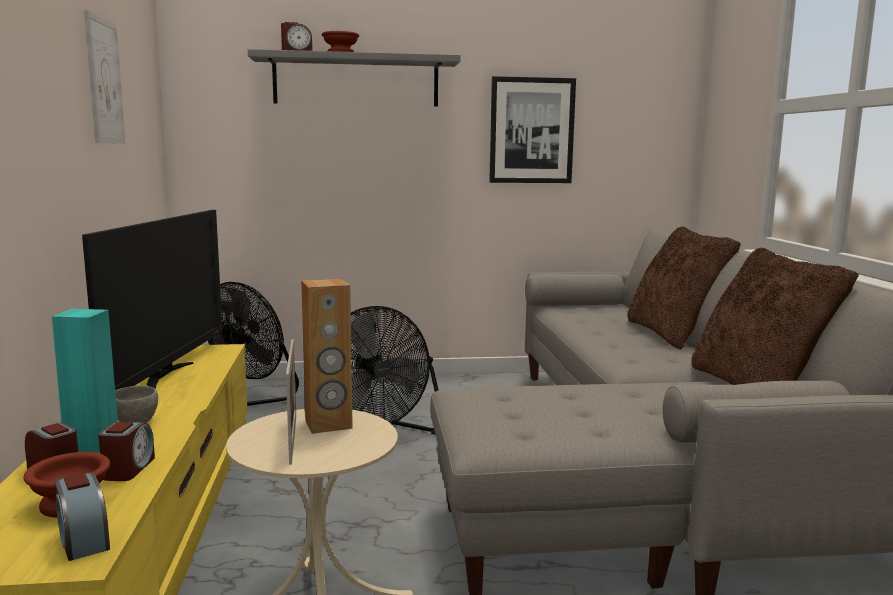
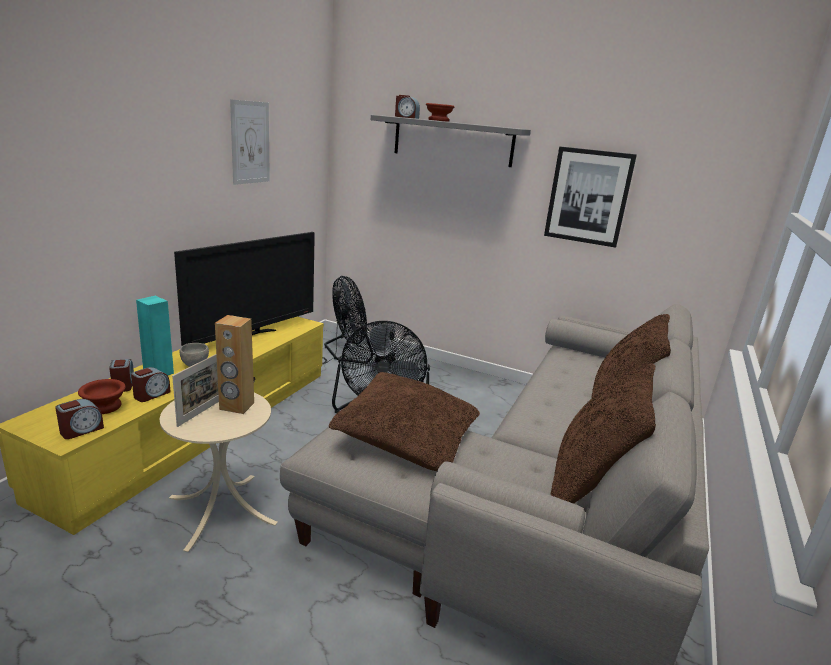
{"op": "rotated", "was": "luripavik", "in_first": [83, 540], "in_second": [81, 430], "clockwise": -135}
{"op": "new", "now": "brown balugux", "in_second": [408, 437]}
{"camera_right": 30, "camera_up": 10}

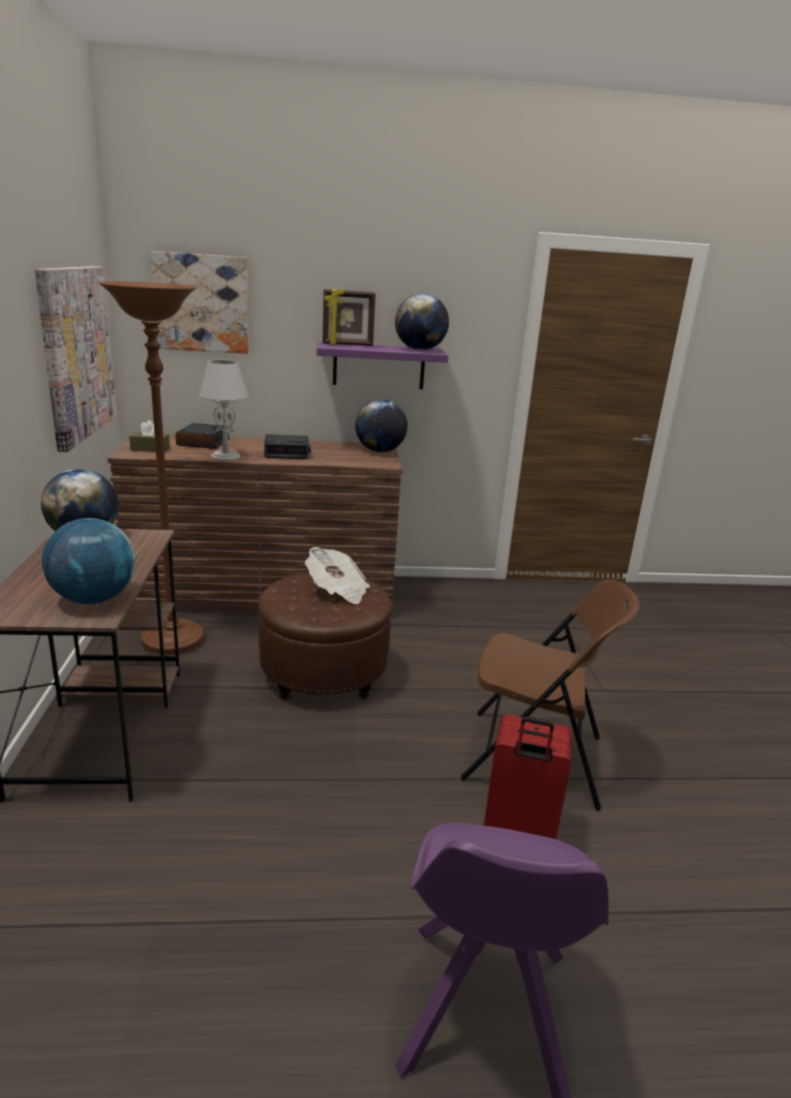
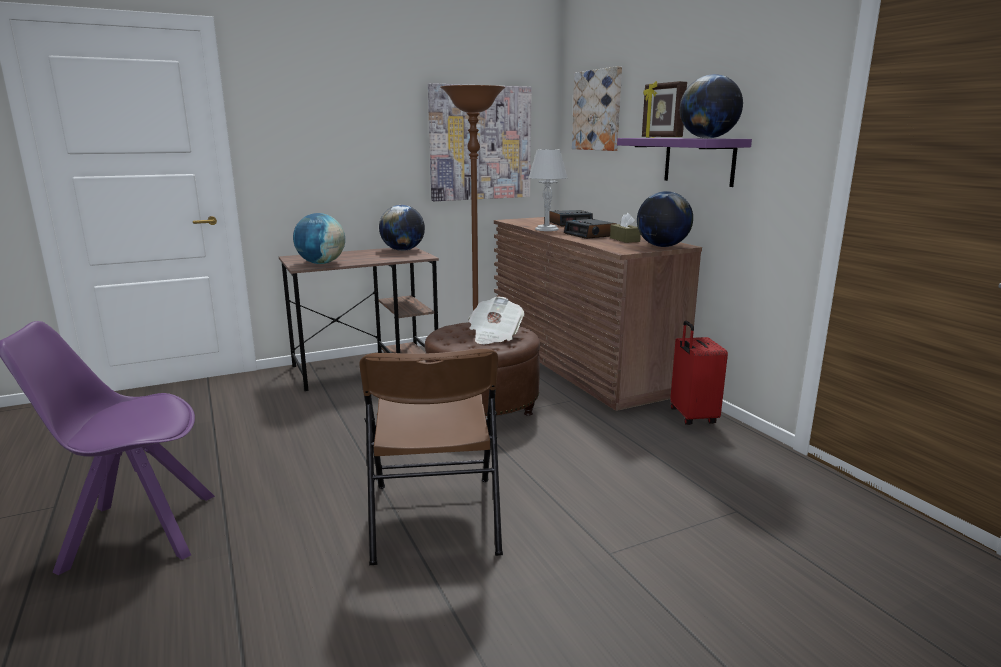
{"op": "shifted", "was": "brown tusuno", "in_first": [150, 449], "in_second": [624, 240]}
{"op": "shifted", "was": "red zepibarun", "in_first": [517, 830], "in_second": [691, 417]}
{"camera_right": 70, "camera_up": -5}

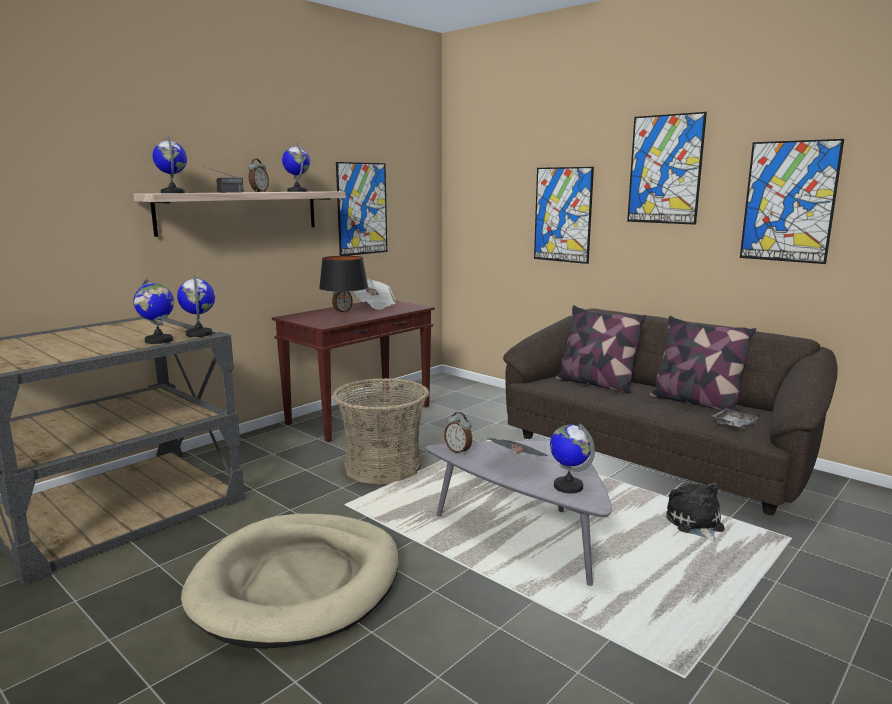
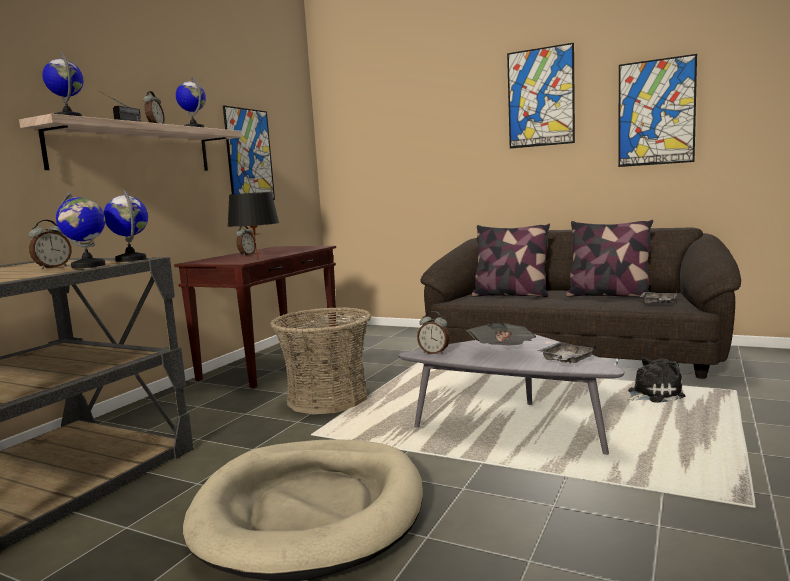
{"op": "gone", "was": "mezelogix", "in_first": [374, 305]}
{"op": "gone", "was": "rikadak", "in_first": [562, 215]}
{"op": "swapped", "was": "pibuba", "now": "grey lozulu", "in_first": [568, 486], "in_second": [566, 361]}
{"op": "rotated", "was": "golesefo", "in_first": [695, 524], "in_second": [652, 394], "clockwise": 90}
{"op": "new", "now": "luripavik", "in_second": [53, 267]}
{"camera_right": -15, "camera_up": -5}

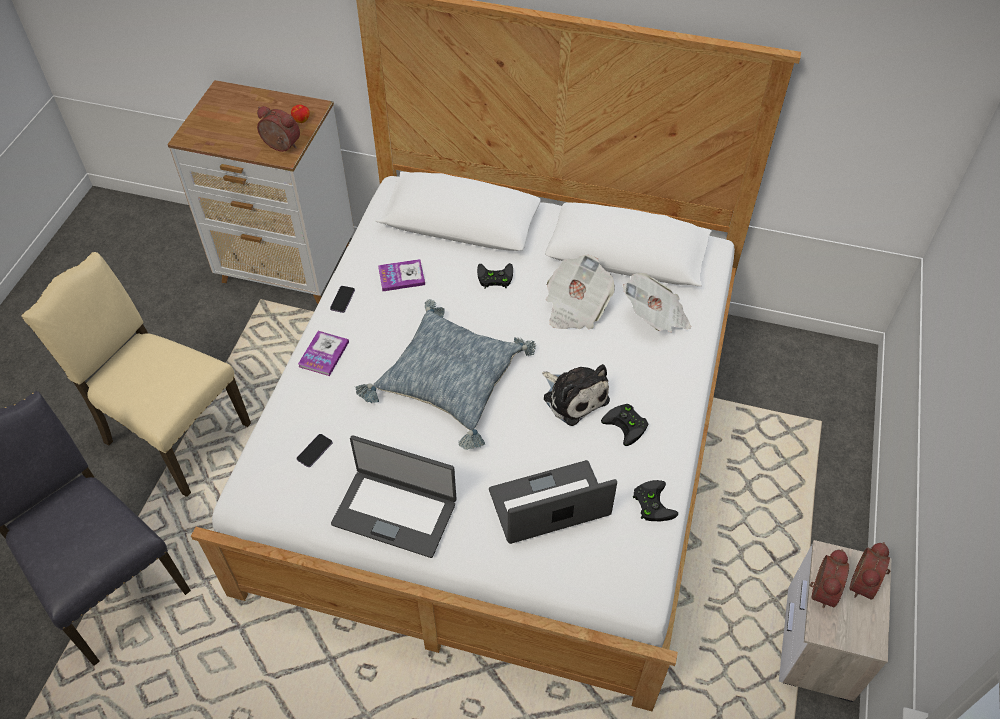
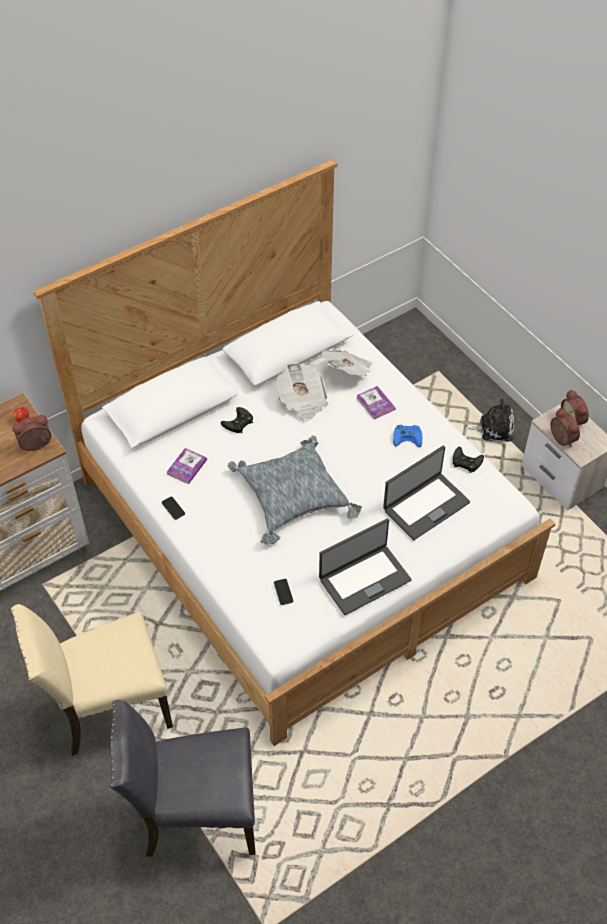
{"op": "shifted", "was": "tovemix", "in_first": [324, 354], "in_second": [375, 403]}
{"op": "rotated", "was": "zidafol", "in_first": [550, 504], "in_second": [425, 505], "clockwise": -150}
{"op": "shifted", "was": "golesefo", "in_first": [573, 397], "in_second": [493, 428]}
{"op": "repainted", "was": "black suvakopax", "now": "blue suvakopax", "in_first": [627, 425], "in_second": [408, 436]}
{"camera_right": -50, "camera_up": 0}

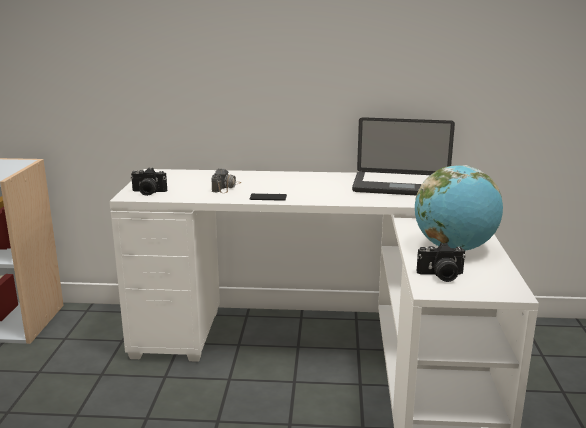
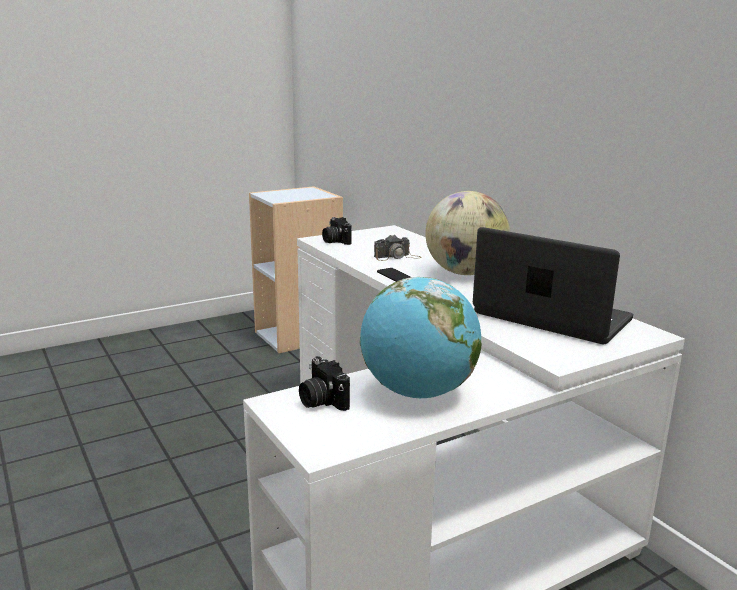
{"op": "rotated", "was": "zidafol", "in_first": [402, 186], "in_second": [551, 317], "clockwise": 150}
{"op": "new", "now": "pibuba", "in_second": [465, 273]}
{"camera_right": 55, "camera_up": 0}

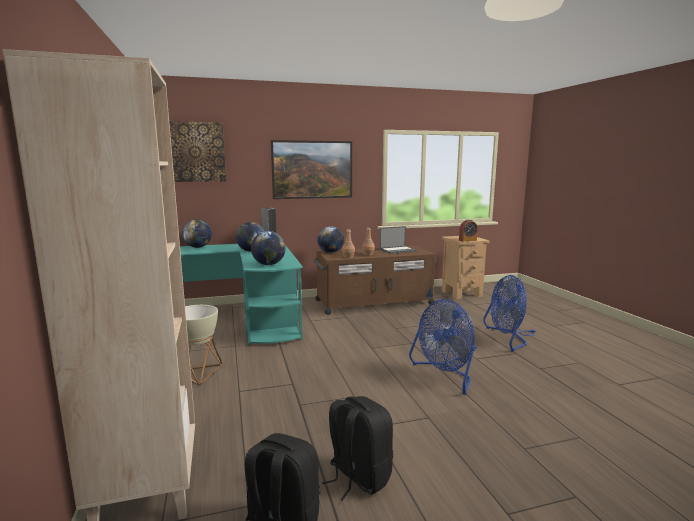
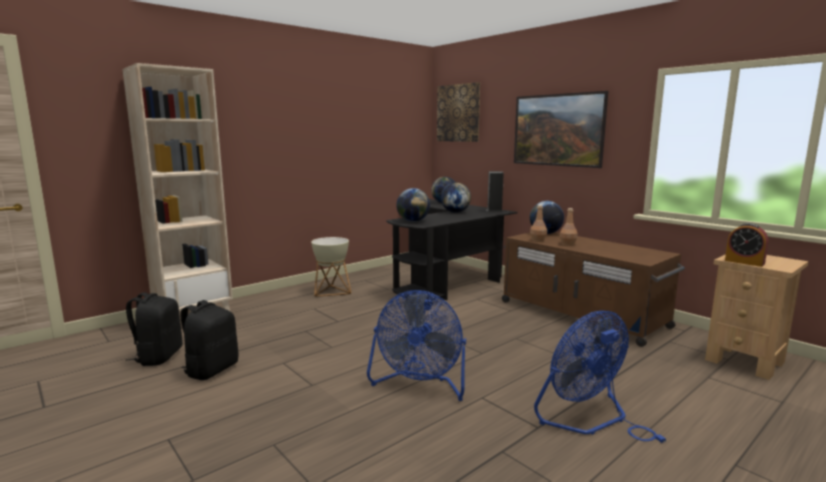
{"op": "repainted", "was": "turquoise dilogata", "now": "black dilogata", "in_first": [246, 318], "in_second": [447, 278]}
{"op": "gone", "was": "zidafol", "in_first": [398, 250]}
{"op": "rotated", "was": "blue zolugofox", "in_first": [446, 373], "in_second": [418, 382], "clockwise": -105}
{"camera_right": 65, "camera_up": 0}

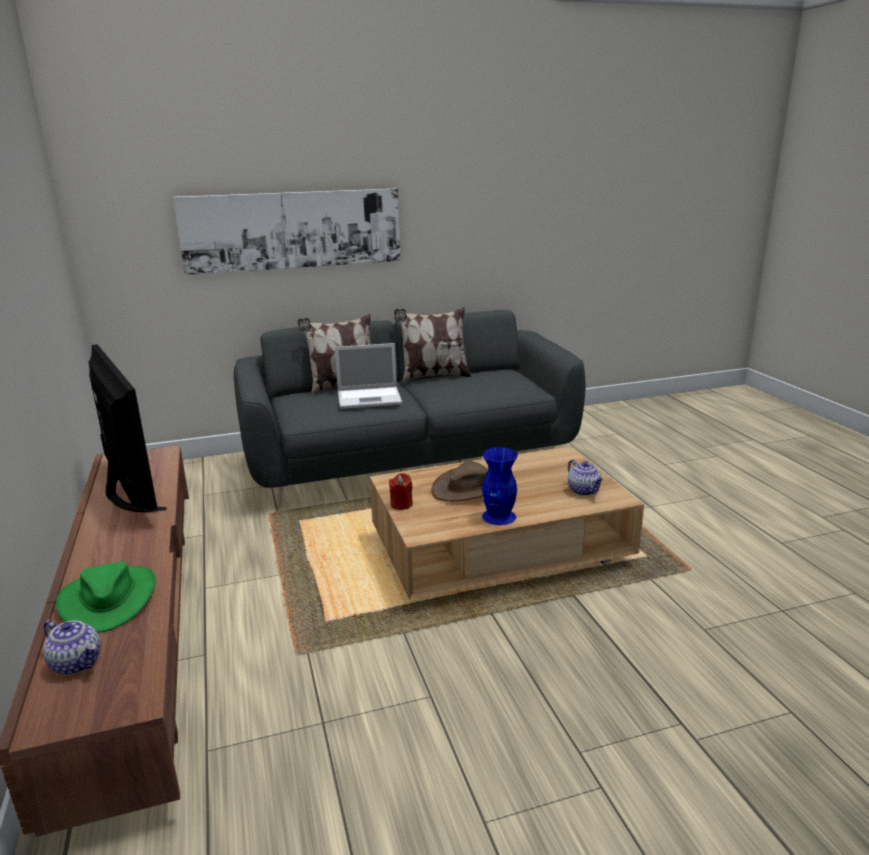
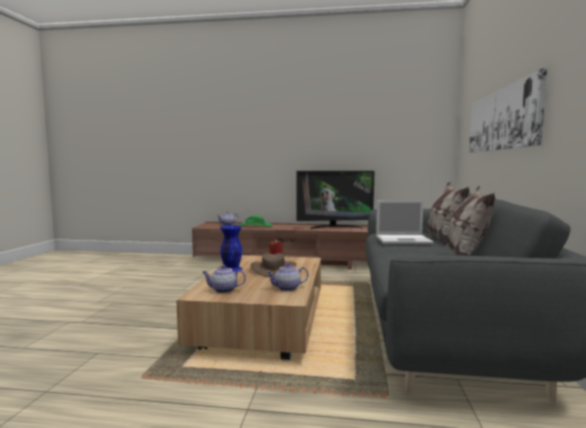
{"op": "rotated", "was": "zidafol", "in_first": [370, 398], "in_second": [404, 240], "clockwise": -105}
{"op": "new", "now": "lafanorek", "in_second": [287, 288]}
{"camera_right": 115, "camera_up": -15}

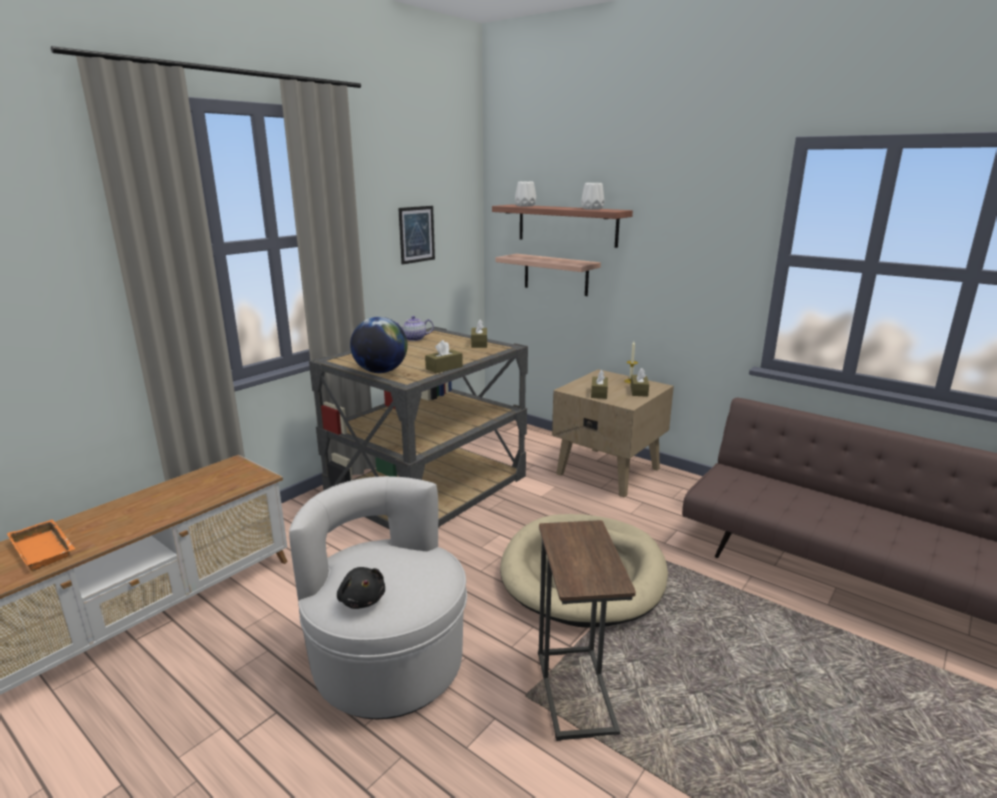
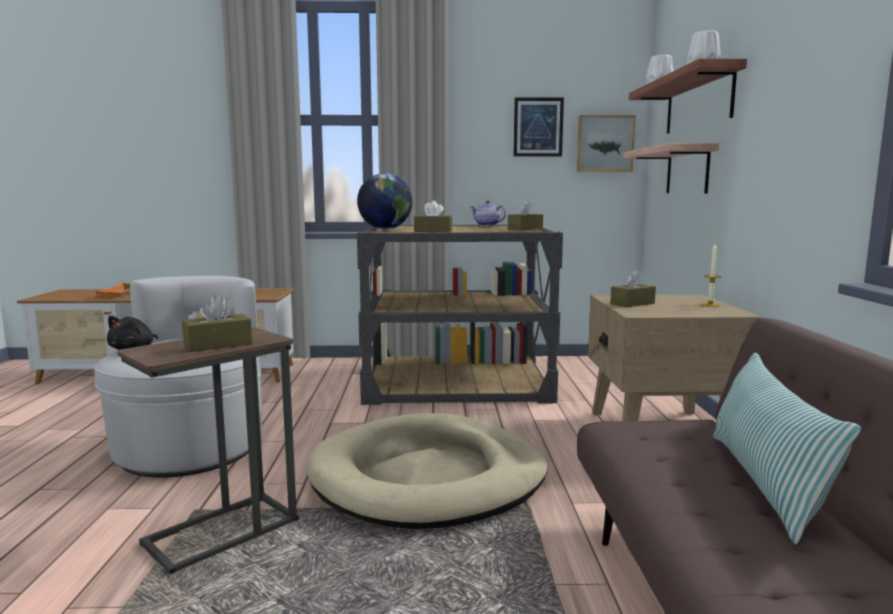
{"op": "shifted", "was": "brown tusuno", "in_first": [639, 391], "in_second": [218, 344]}
{"op": "new", "now": "rikadak", "in_second": [604, 144]}
{"op": "new", "now": "balugux", "in_second": [765, 482]}
{"camera_right": 50, "camera_up": -10}

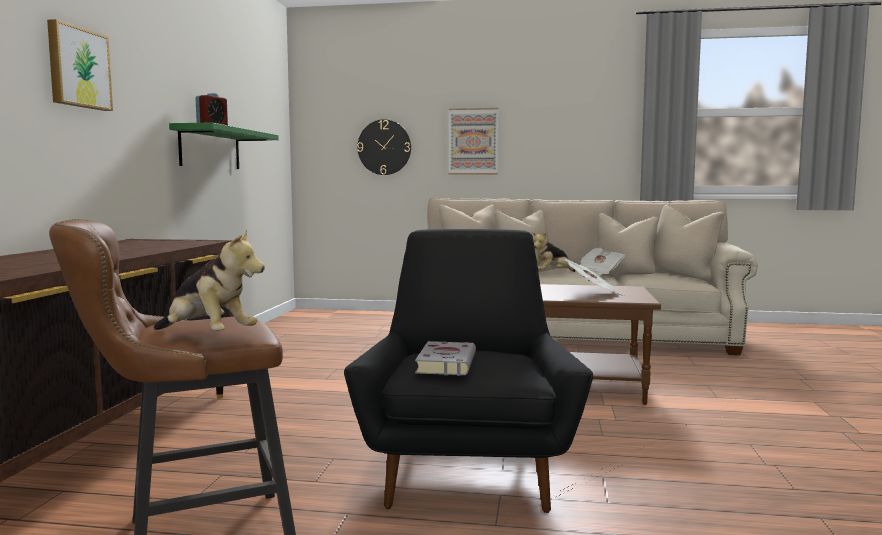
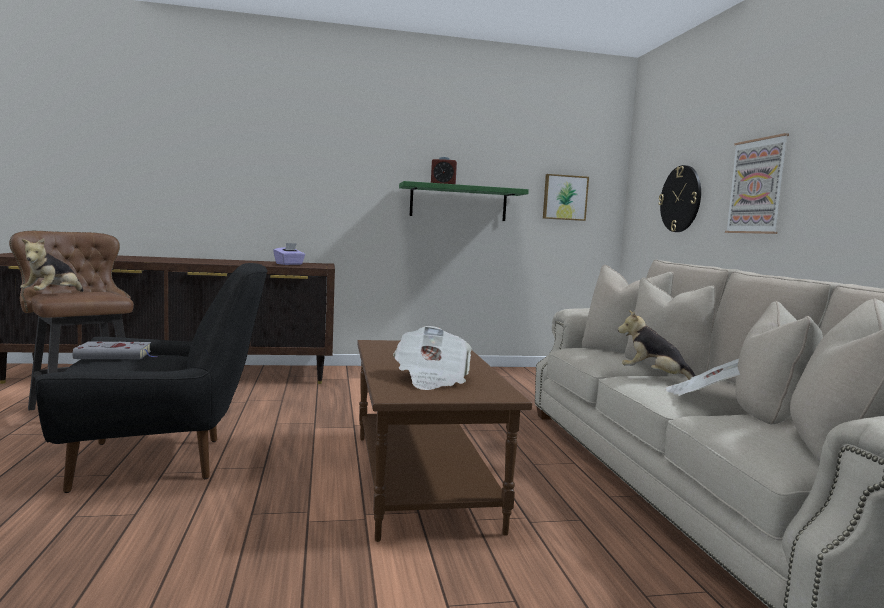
{"op": "shifted", "was": "rikadak", "in_first": [77, 68], "in_second": [564, 197]}
{"op": "new", "now": "purple tusuno", "in_second": [289, 264]}
{"camera_right": 70, "camera_up": 0}

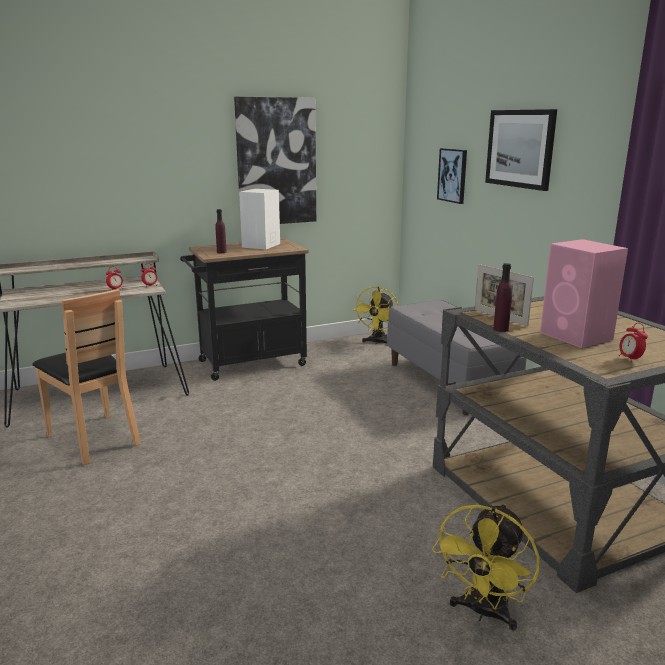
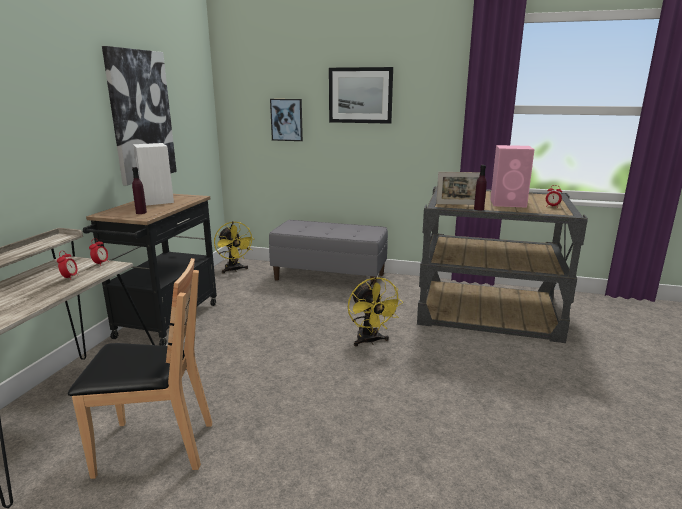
{"op": "shifted", "was": "yellow zolugofox", "in_first": [483, 612], "in_second": [370, 341]}
{"camera_right": -50, "camera_up": 0}

